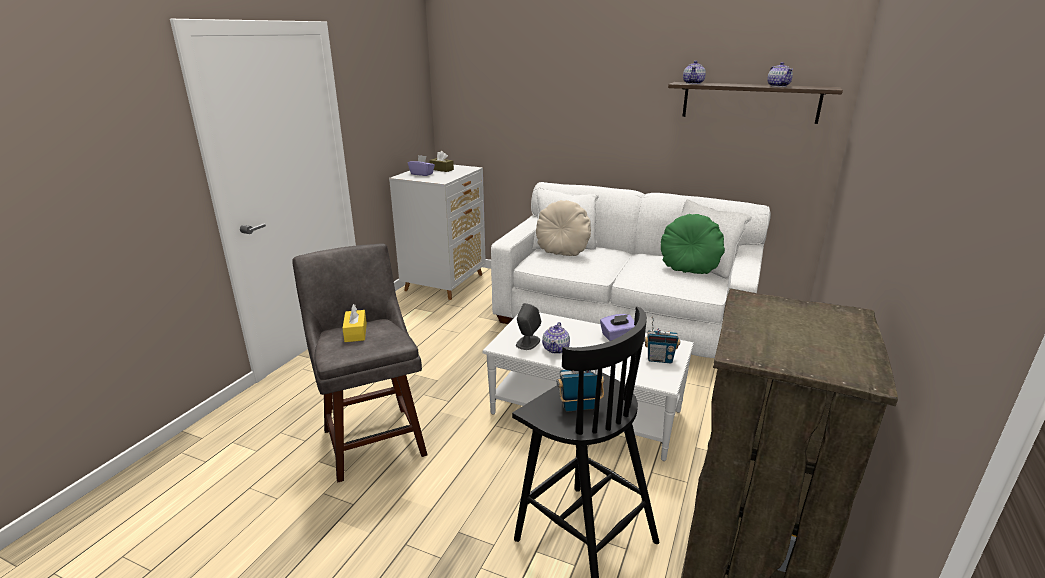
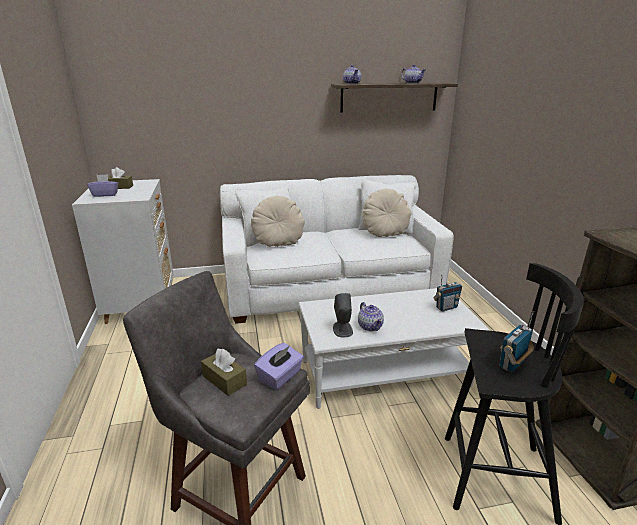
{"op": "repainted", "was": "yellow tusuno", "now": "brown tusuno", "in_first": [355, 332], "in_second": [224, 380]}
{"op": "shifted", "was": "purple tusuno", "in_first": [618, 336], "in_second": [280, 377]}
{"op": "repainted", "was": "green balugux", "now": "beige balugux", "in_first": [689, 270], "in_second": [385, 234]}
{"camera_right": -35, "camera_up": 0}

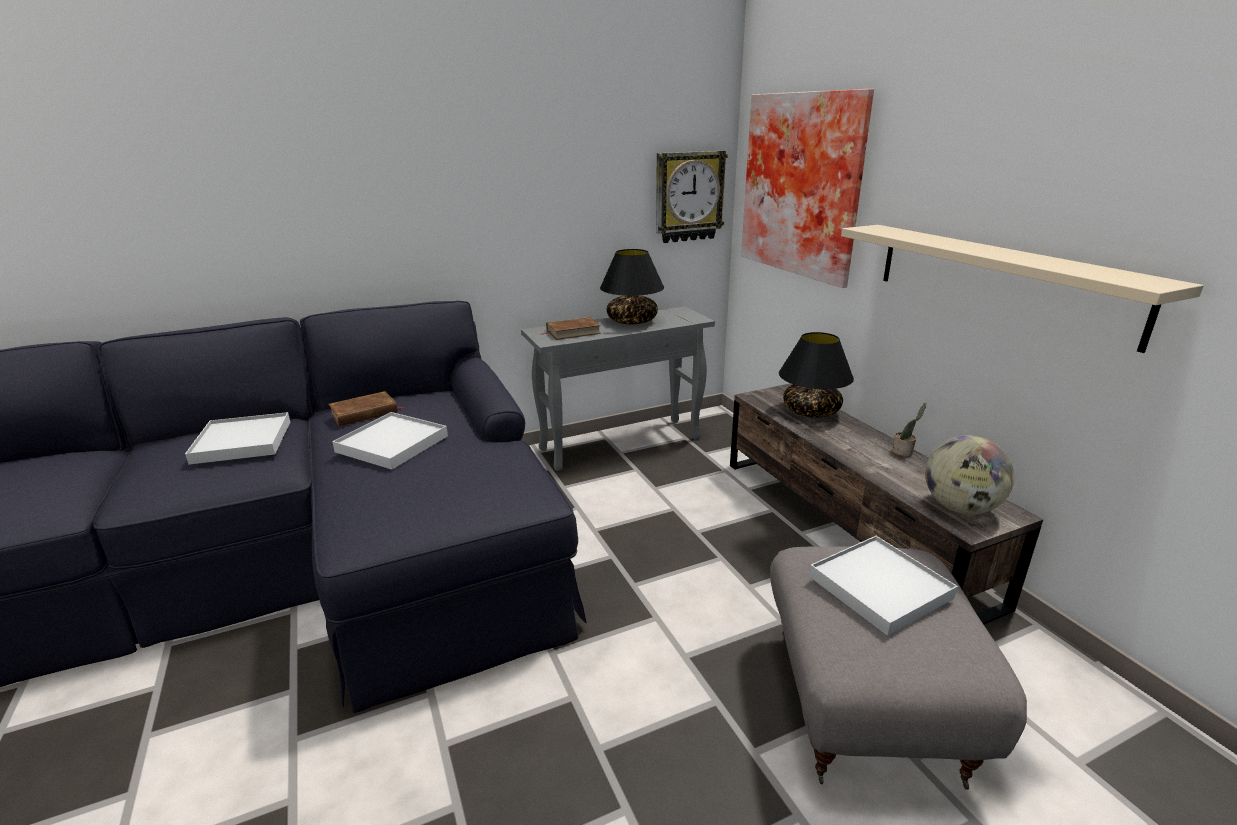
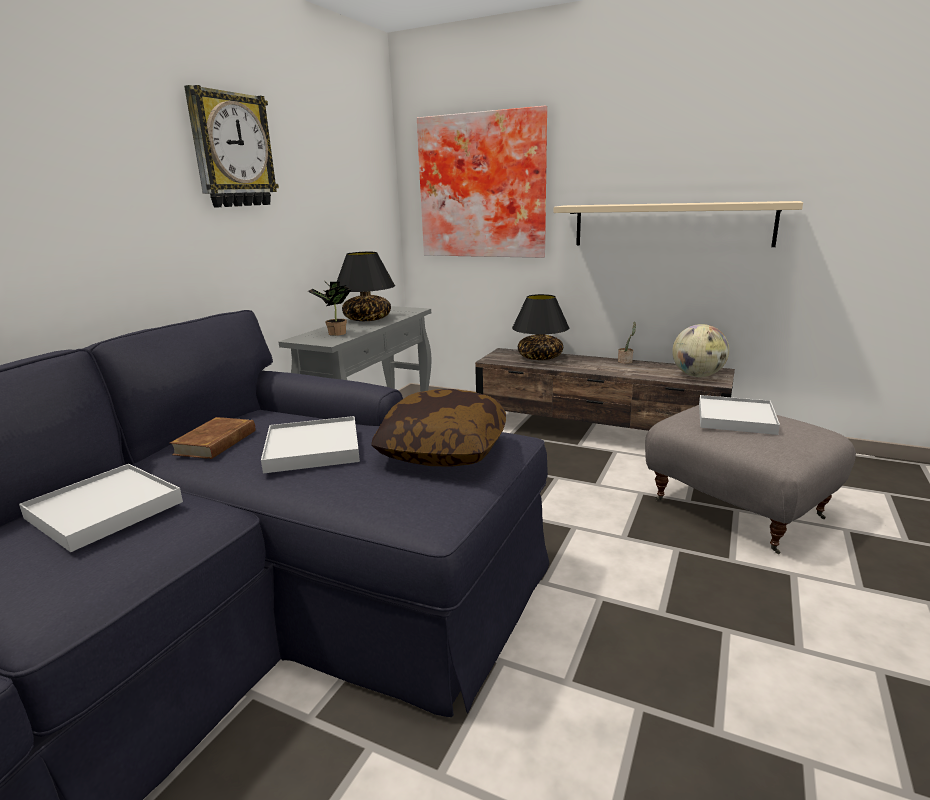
{"op": "swapped", "was": "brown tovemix", "now": "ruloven", "in_first": [573, 332], "in_second": [334, 333]}
{"op": "shifted", "was": "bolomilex", "in_first": [688, 197], "in_second": [232, 150]}
{"op": "new", "now": "balugux", "in_second": [443, 449]}
{"camera_right": -40, "camera_up": -5}

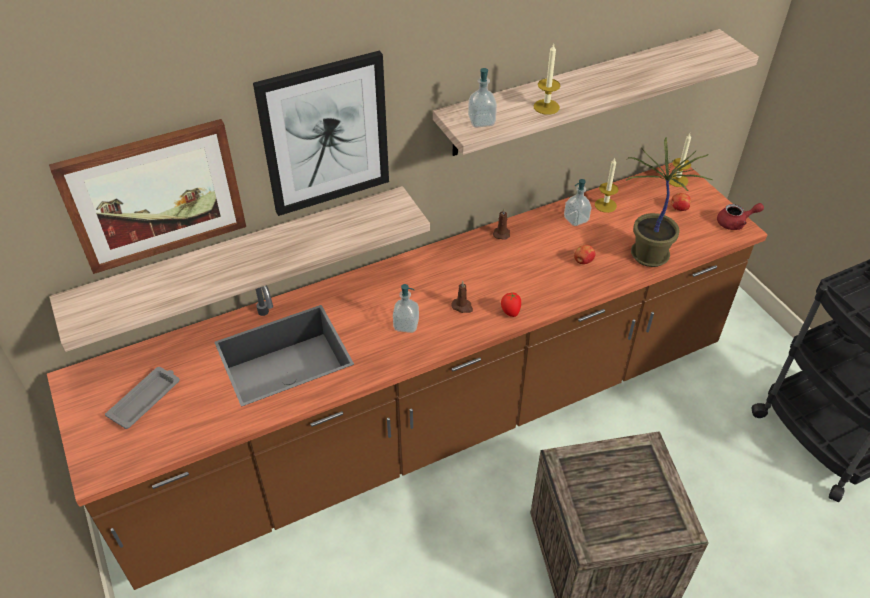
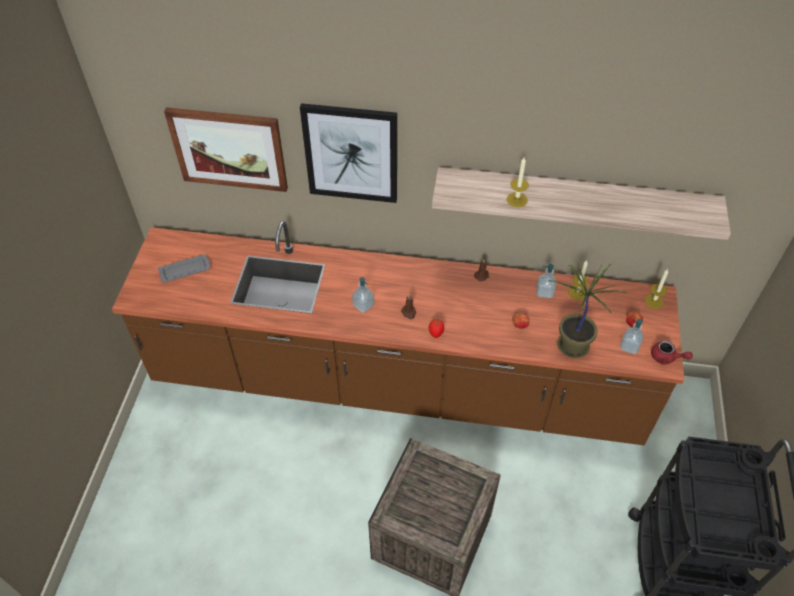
{"op": "gone", "was": "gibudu", "in_first": [242, 260]}
{"op": "shifted", "was": "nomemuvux", "in_first": [481, 121], "in_second": [629, 346]}
{"camera_right": 35, "camera_up": 5}

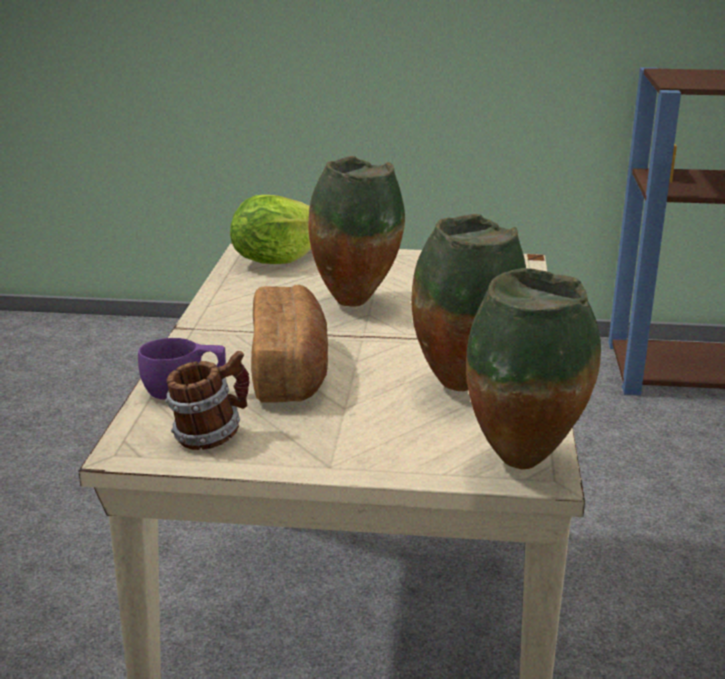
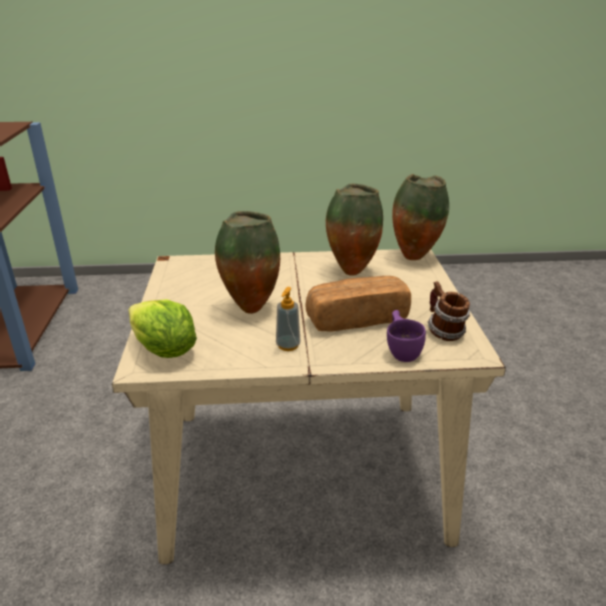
{"op": "new", "now": "nomemuvux", "in_second": [288, 345]}
{"camera_right": -100, "camera_up": 5}

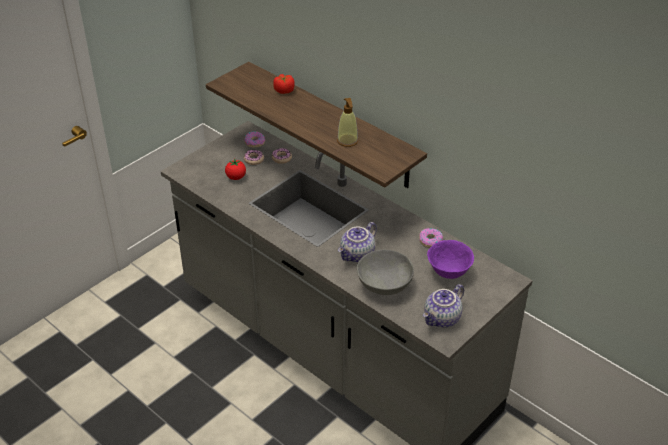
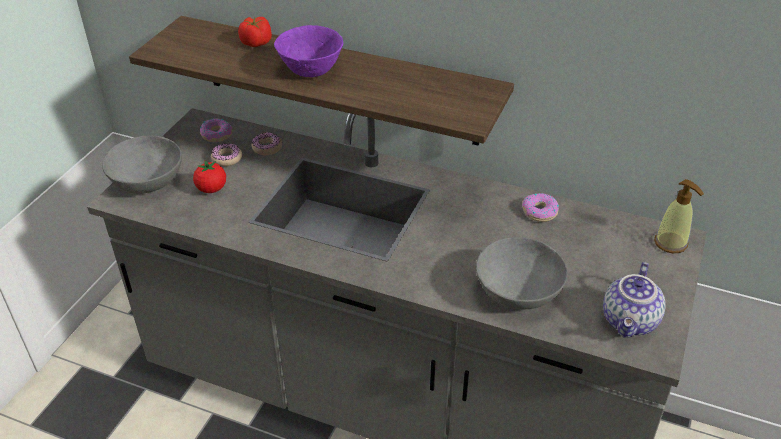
{"op": "shifted", "was": "nomemuvux", "in_first": [347, 141], "in_second": [671, 243]}
{"op": "gone", "was": "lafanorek", "in_first": [357, 255]}
{"op": "shifted", "was": "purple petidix", "in_first": [448, 272], "in_second": [311, 72]}
{"op": "new", "now": "grey petidix", "in_second": [148, 183]}
{"camera_right": -20, "camera_up": 0}

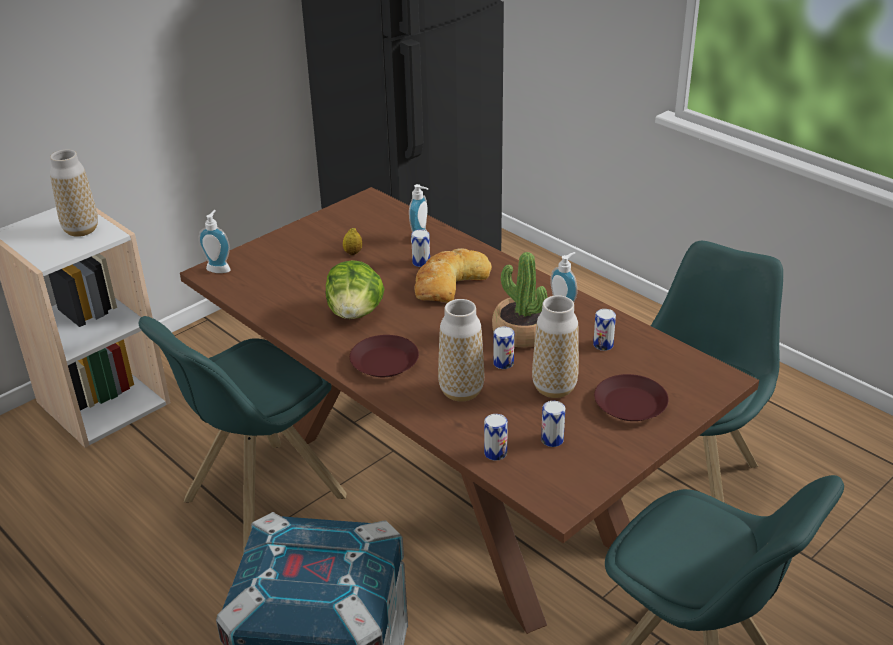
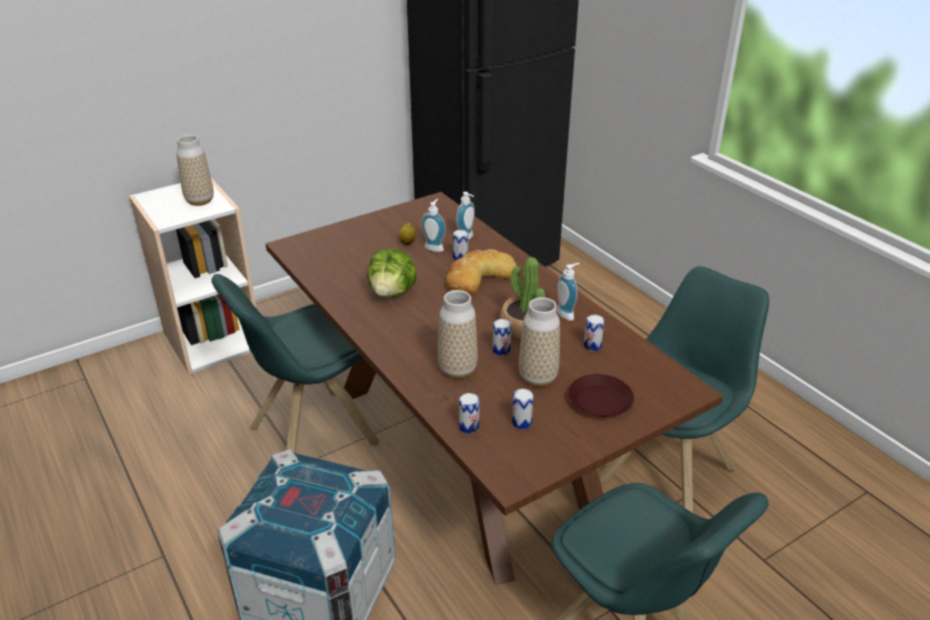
{"op": "shifted", "was": "nomemuvux", "in_first": [219, 268], "in_second": [435, 247]}
{"op": "gone", "was": "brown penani", "in_first": [384, 361]}
{"camera_right": 10, "camera_up": 0}

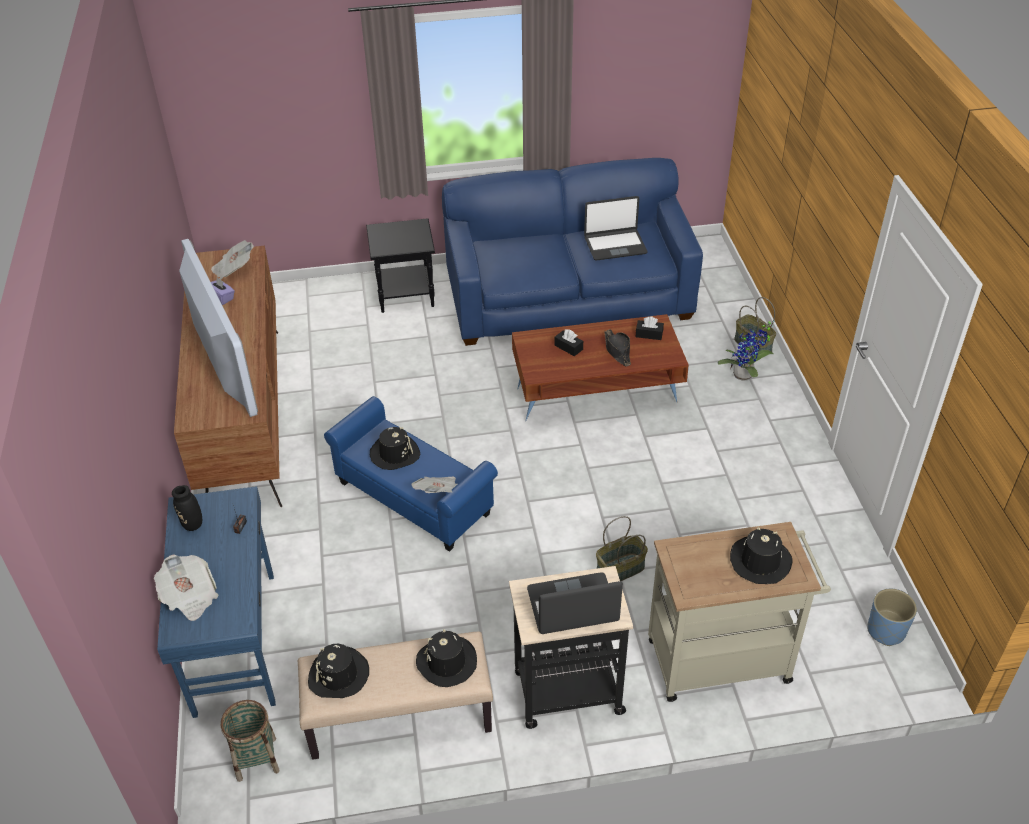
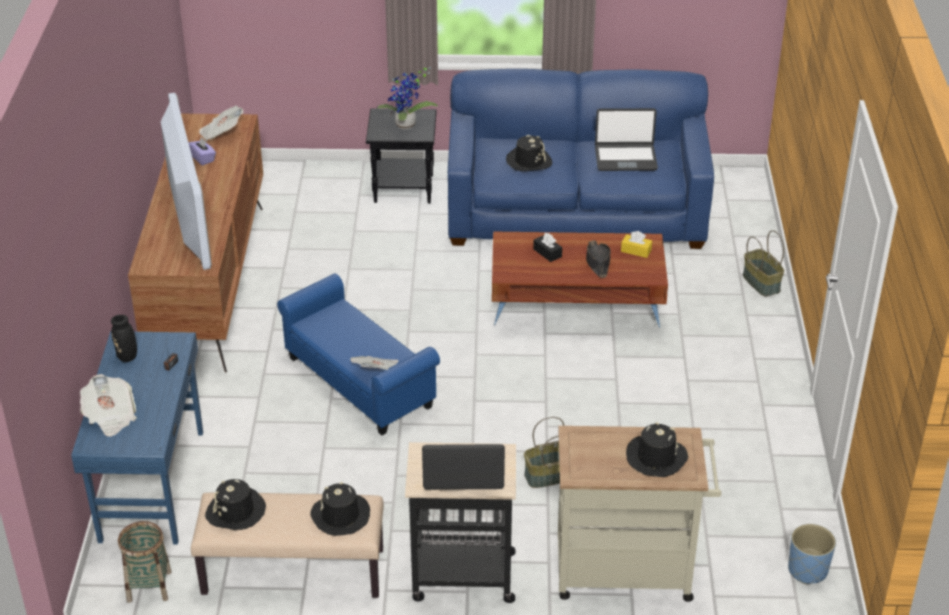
{"op": "shifted", "was": "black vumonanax", "in_first": [394, 454], "in_second": [529, 161]}
{"op": "repainted", "was": "black tusuno", "now": "yellow tusuno", "in_first": [649, 334], "in_second": [636, 251]}
{"op": "shifted", "was": "ruloven", "in_first": [744, 376], "in_second": [406, 126]}
{"camera_right": 10, "camera_up": -5}

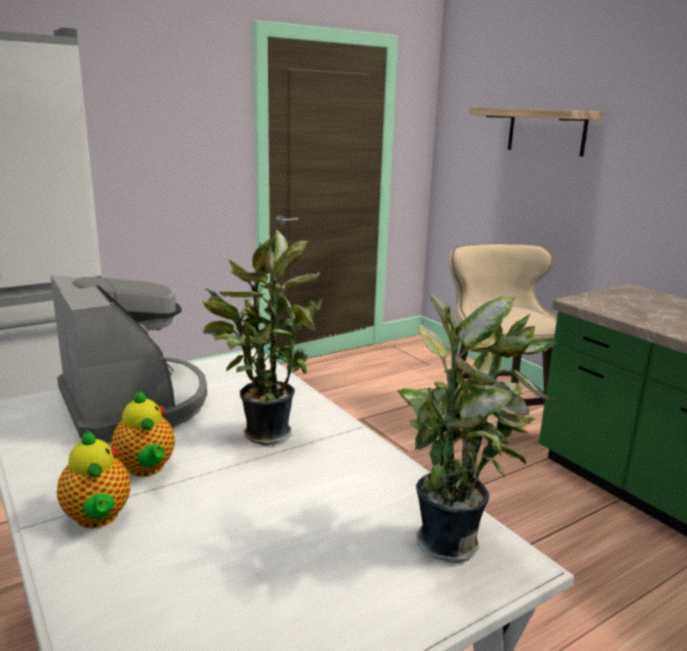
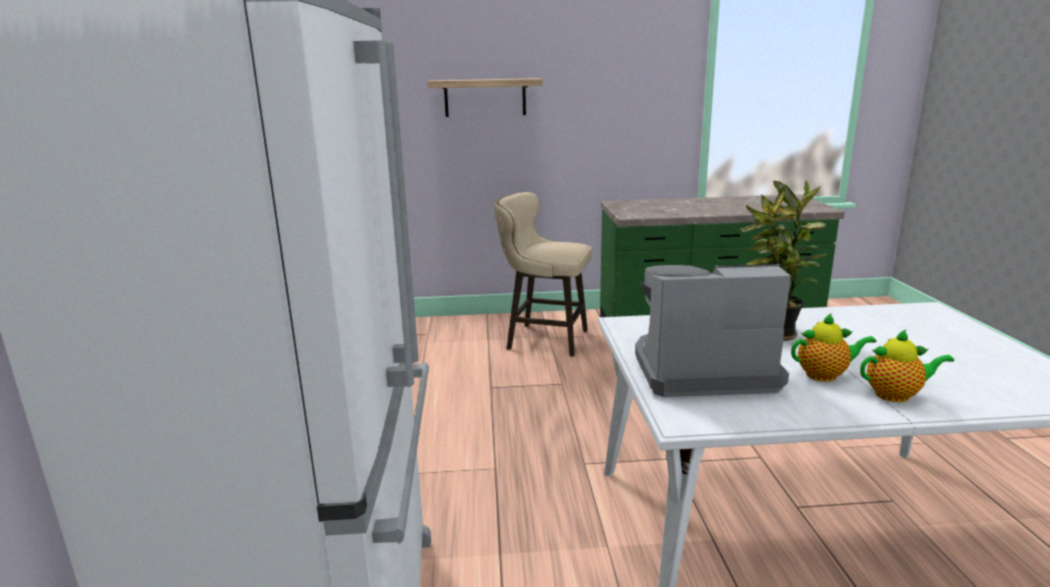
{"op": "gone", "was": "ruloven", "in_first": [453, 541]}
{"camera_right": -60, "camera_up": 0}

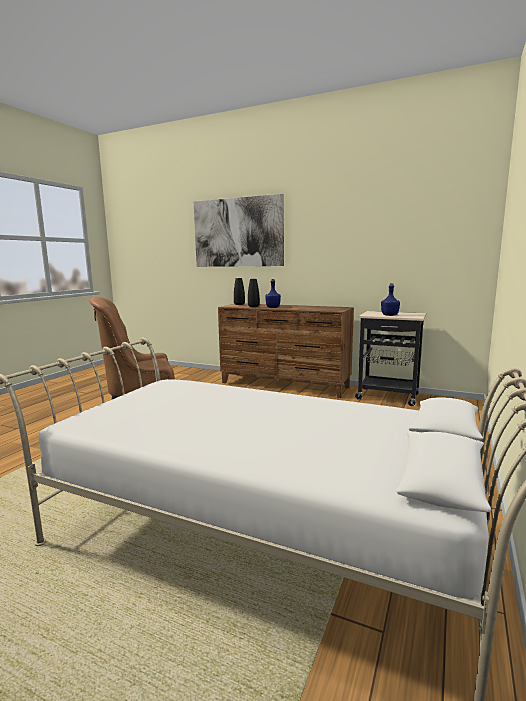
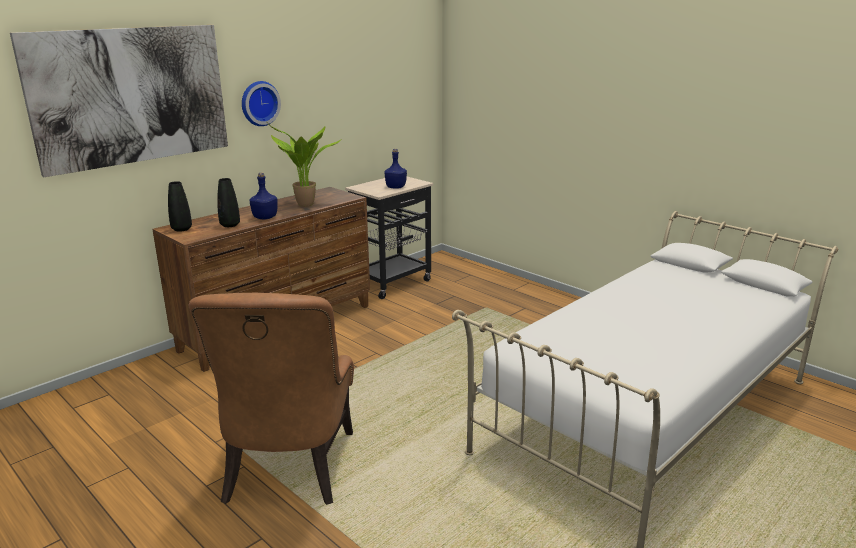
{"op": "new", "now": "bolomilex", "in_second": [259, 103]}
{"op": "new", "now": "ruloven", "in_second": [305, 206]}
{"camera_right": -70, "camera_up": 10}

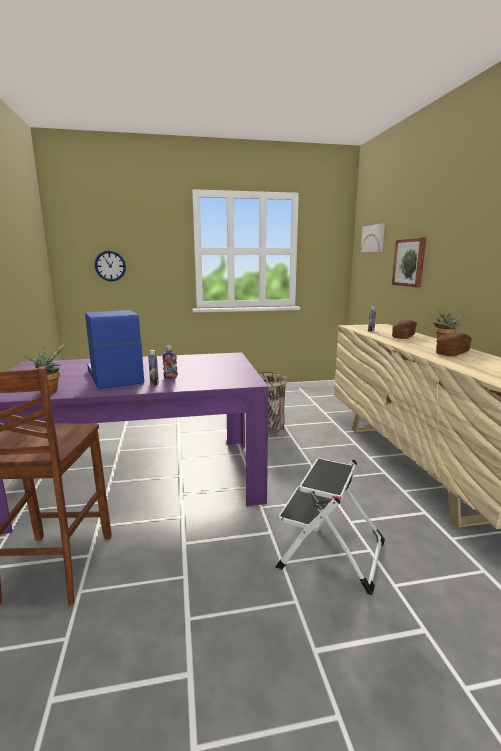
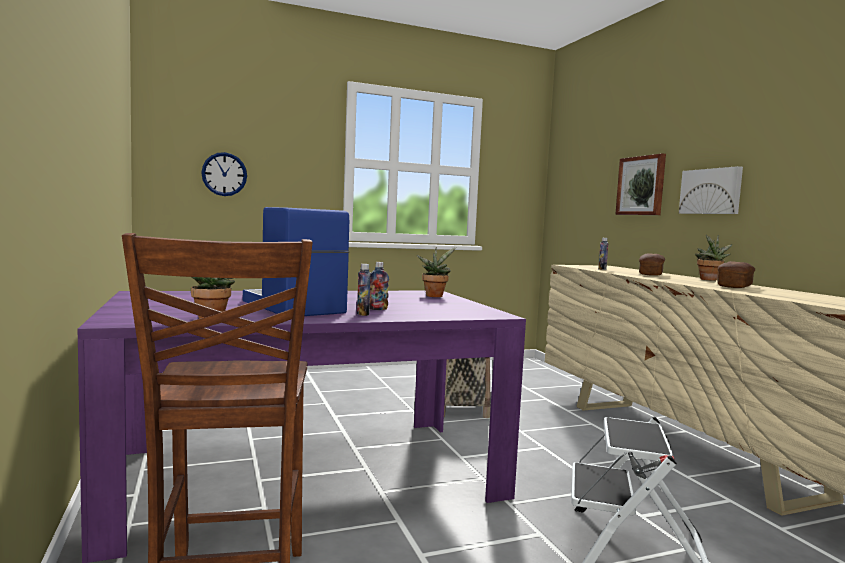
{"op": "shifted", "was": "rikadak", "in_first": [373, 238], "in_second": [711, 191]}
{"op": "new", "now": "ruloven", "in_second": [434, 295]}
{"camera_right": -10, "camera_up": -10}

